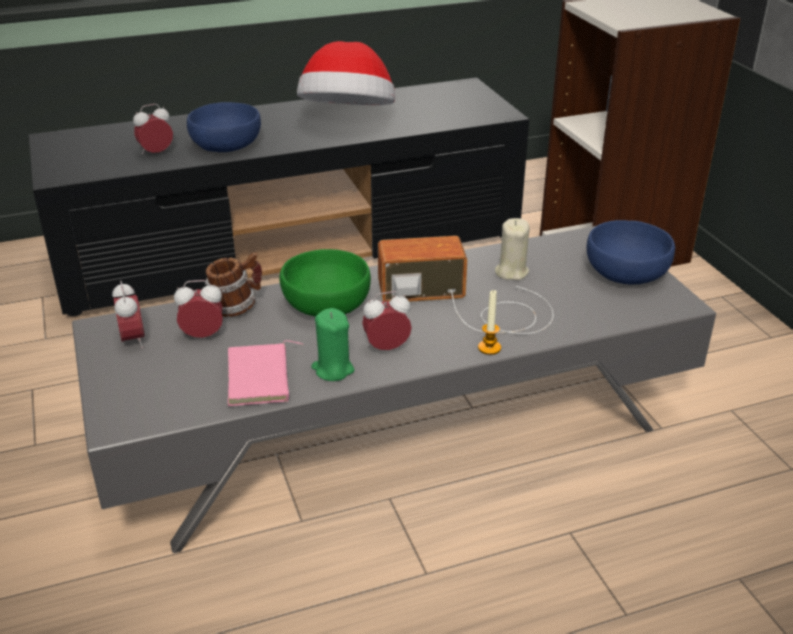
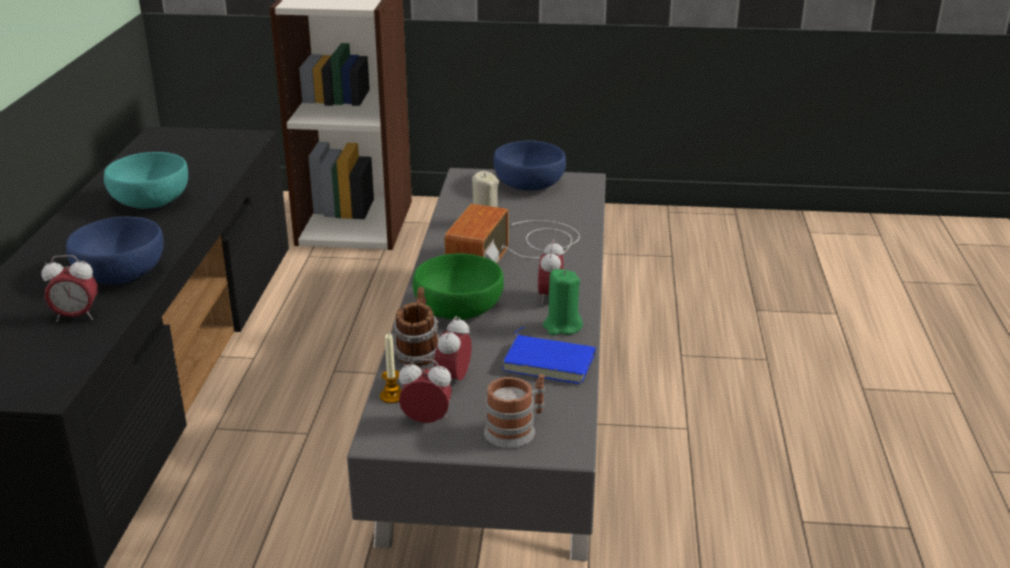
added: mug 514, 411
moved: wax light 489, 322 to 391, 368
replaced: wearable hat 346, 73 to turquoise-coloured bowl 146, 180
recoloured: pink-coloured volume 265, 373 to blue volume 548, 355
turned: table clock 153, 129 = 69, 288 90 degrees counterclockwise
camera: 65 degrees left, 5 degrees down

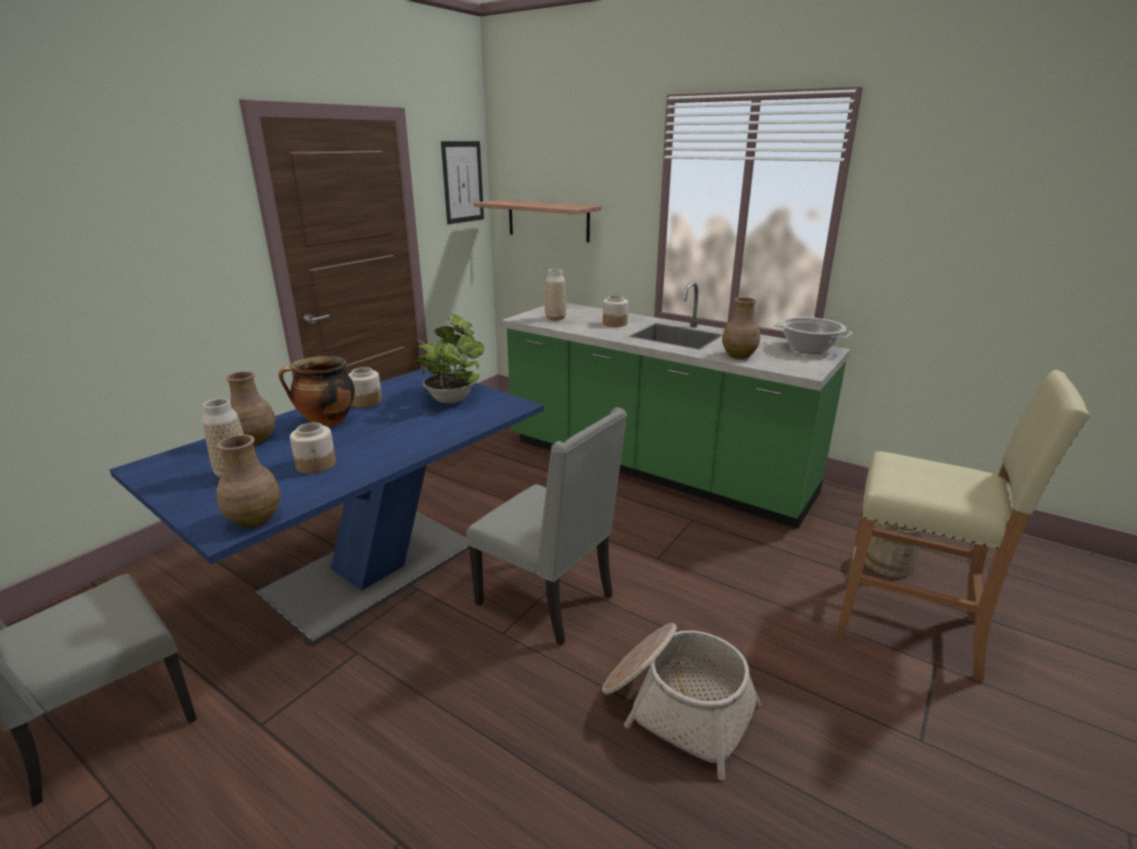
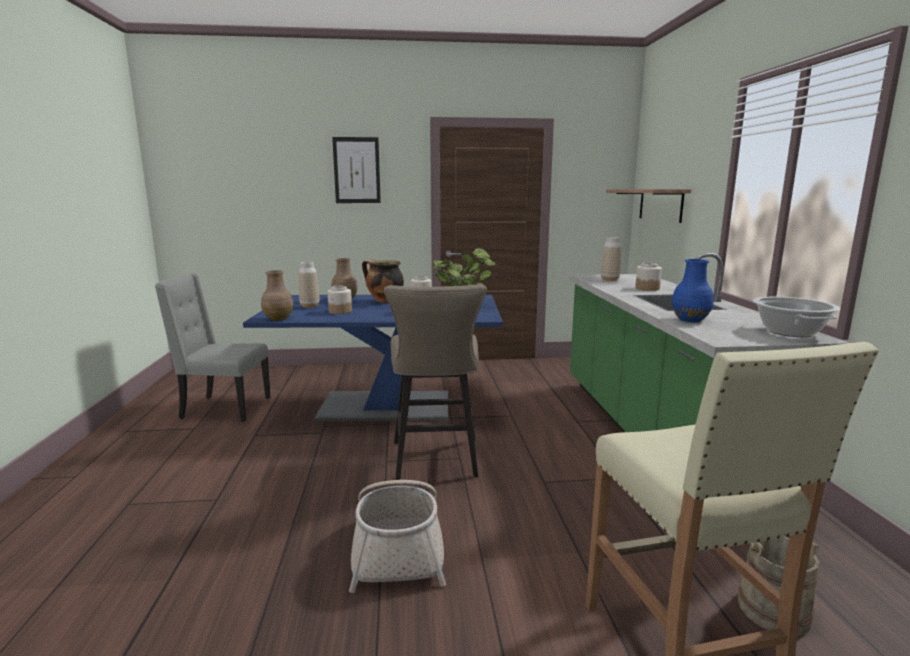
moved: picture 462, 182 to 356, 170
replaced: gray chair 547, 526 to beige stool seat 435, 382
recoloured: brownish flower vase 741, 328 to blue flower vase 692, 290
camera: 50 degrees right, 10 degrees down

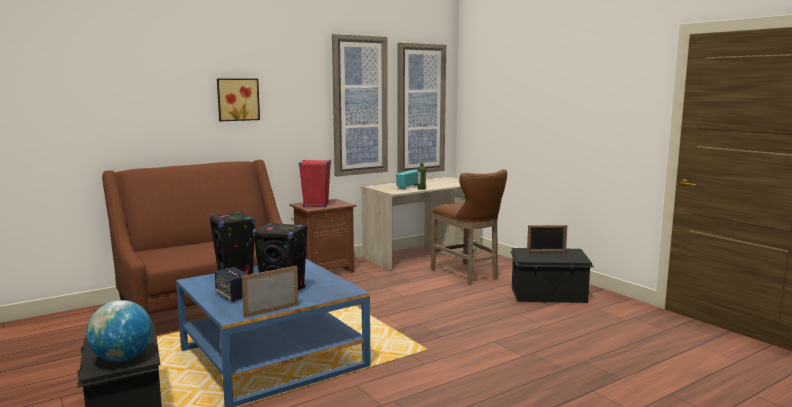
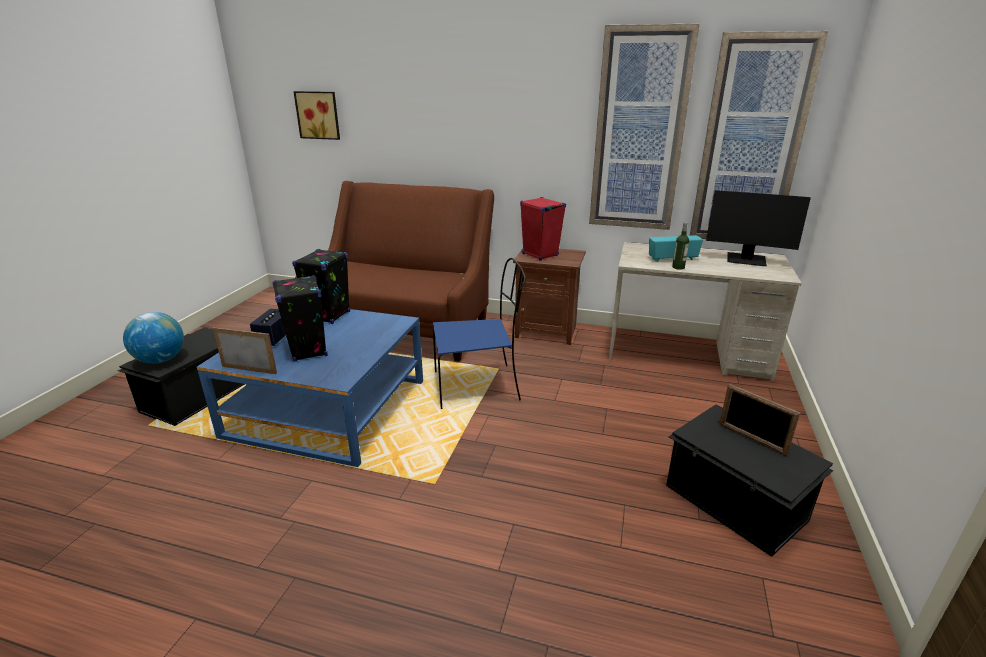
removed: brownish stool seat 469, 227
added: monitor 758, 228; blue chair 479, 333
moved: picture 238, 99 to 316, 115
camera: 50 degrees right, 15 degrees up

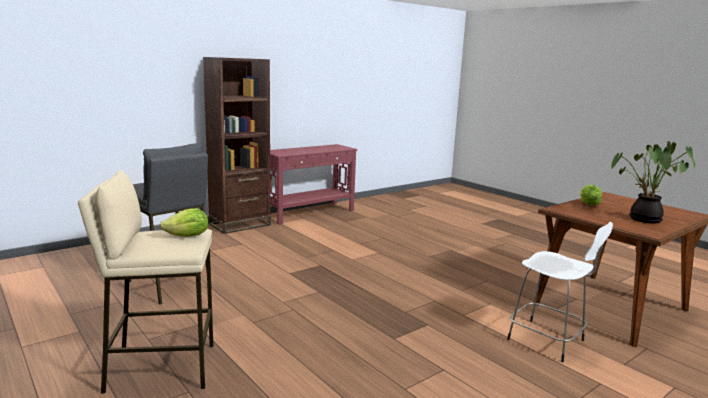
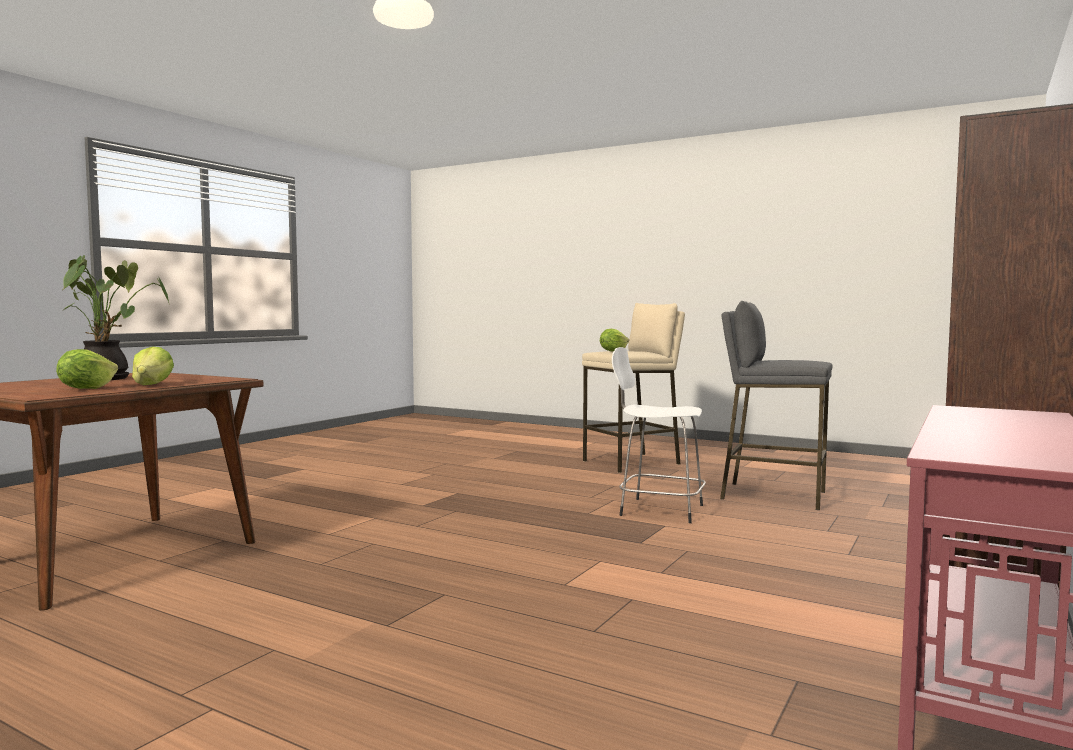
added: lettuce 87, 369
moved: white-coloured stool seat 560, 292 to 659, 435
camera: 160 degrees right, 10 degrees down

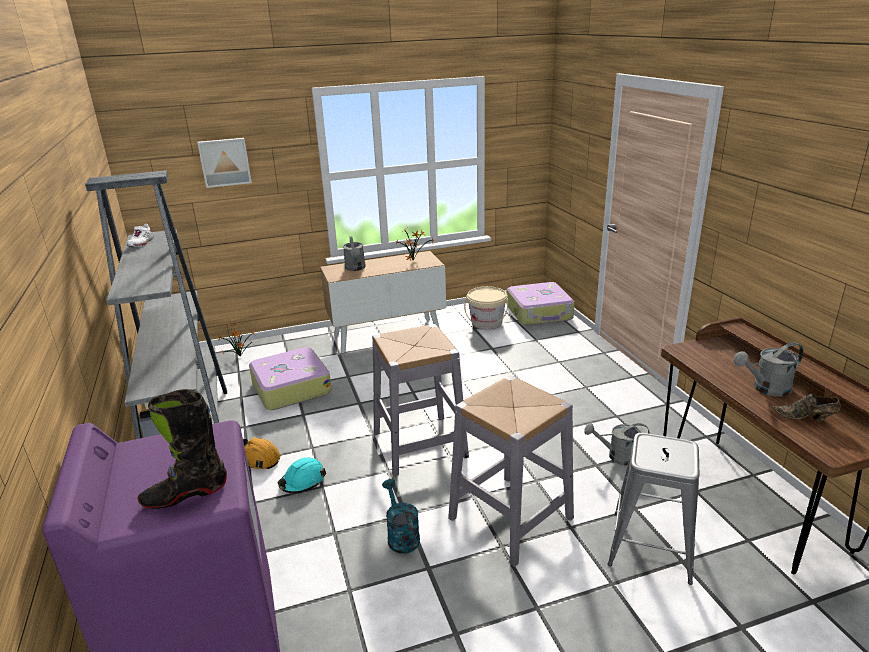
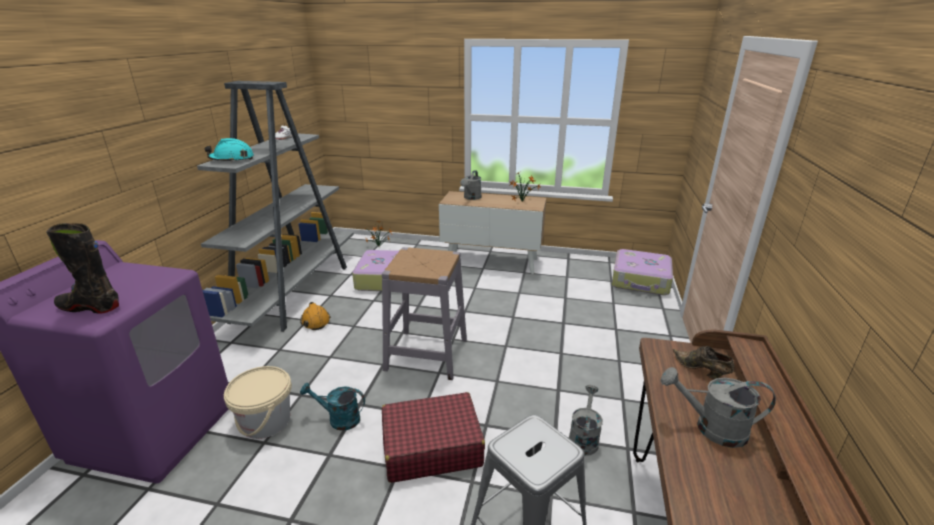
removed: picture 224, 163
moved: beige bucket 486, 307 to 258, 402; brownish item of footwear 807, 408 to 703, 362; turquoise-coloured safety helmet 302, 475 to 229, 150
replaced: gray stool seat 511, 471 to red-coloured suitcase 433, 437
turned: gray watering can 617, 444 = 586, 420 75 degrees clockwise; turquoise-coloured watering can 401, 516 = 332, 407 90 degrees counterclockwise
camera: 30 degrees right, 0 degrees up

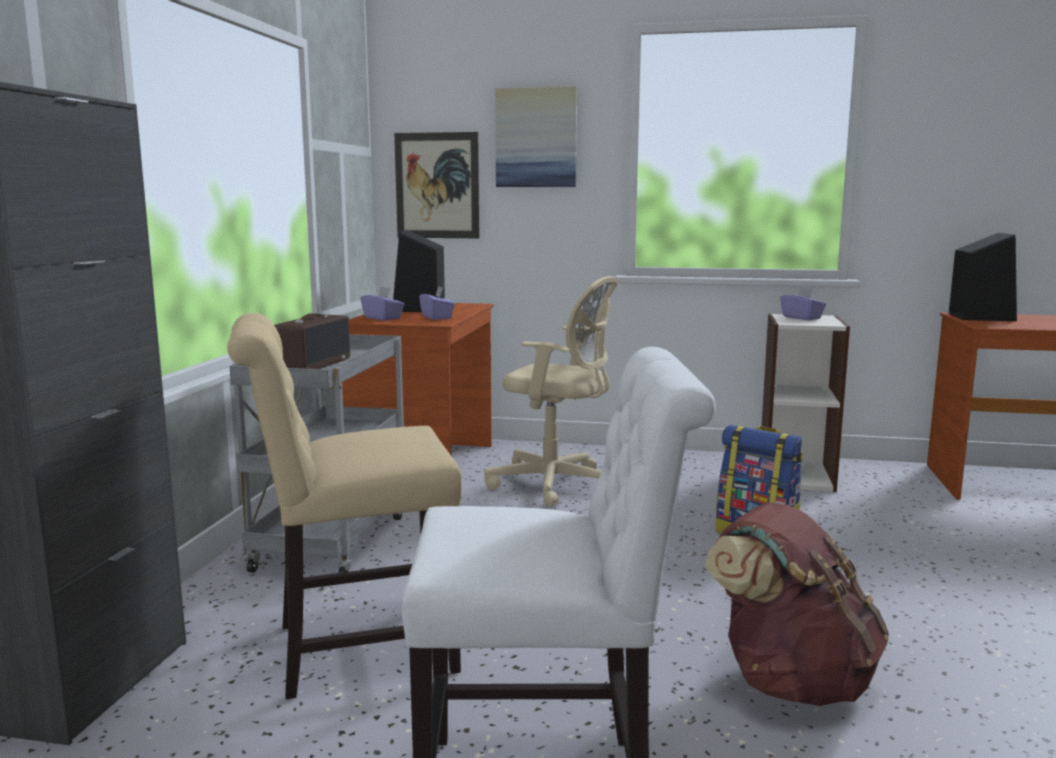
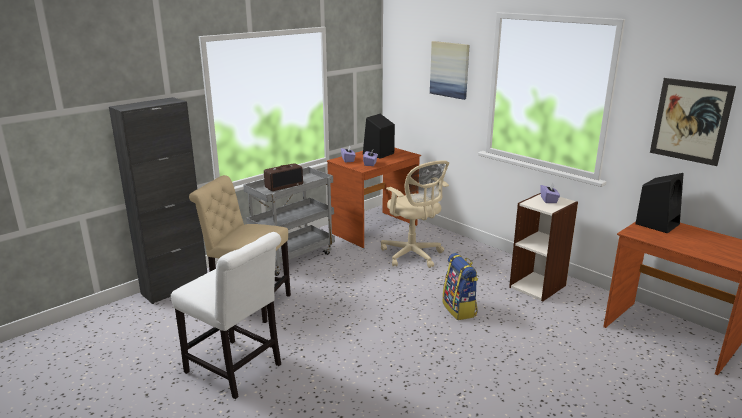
removed: brownish knapsack 797, 604
moved: picture 437, 185 to 693, 122
camera: 35 degrees right, 10 degrees up

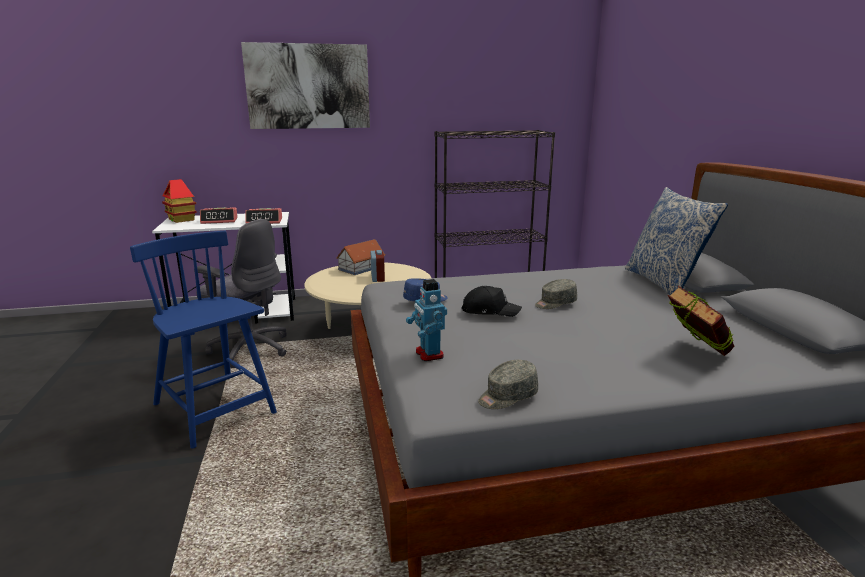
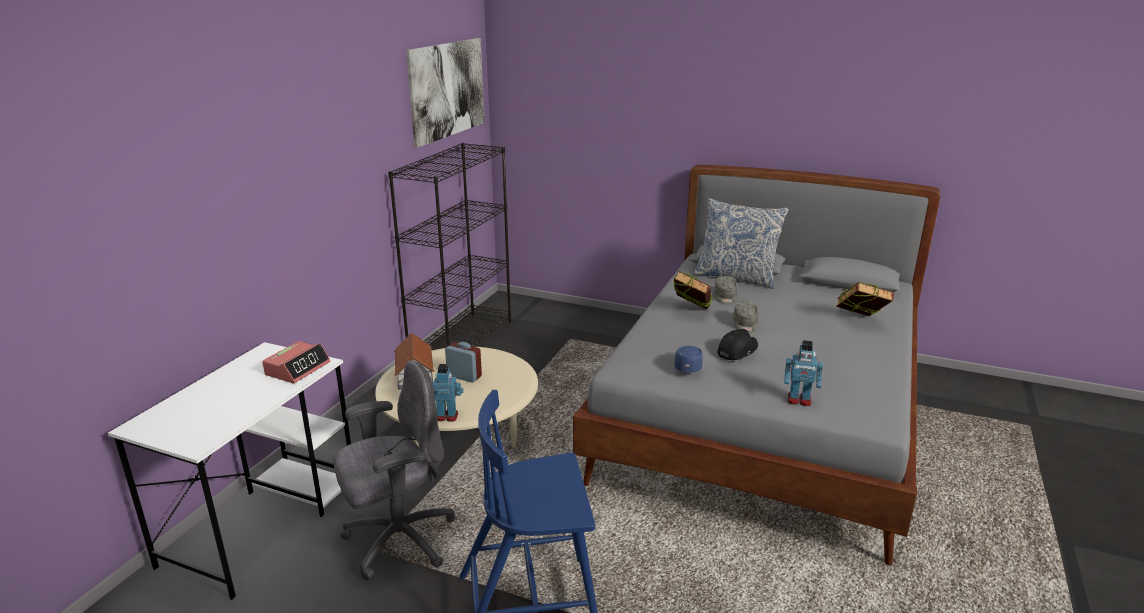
removed: toy house 179, 201; table clock 219, 215
added: volume 693, 290; toy robot 448, 393
moved: picture 305, 85 to 445, 93; gray baseball cap 508, 384 to 725, 290
camera: 55 degrees left, 5 degrees up

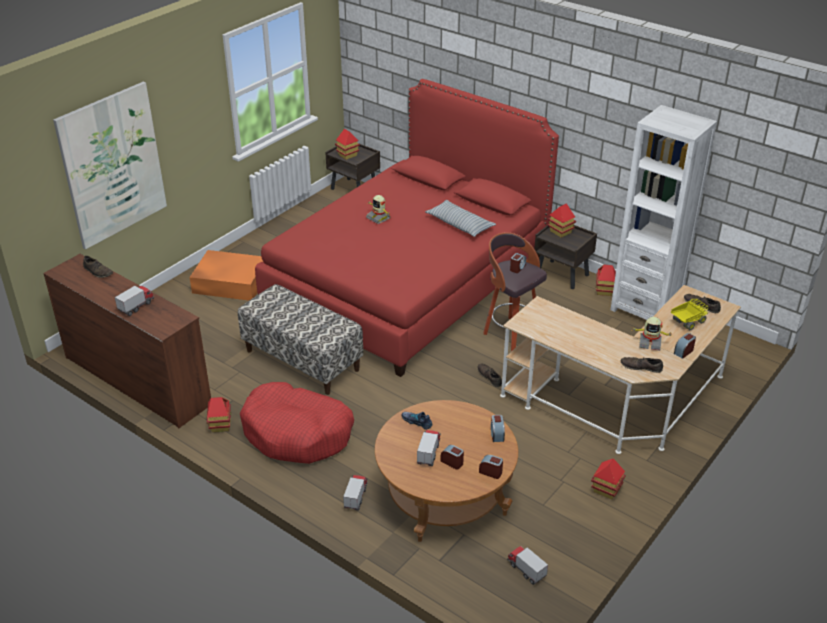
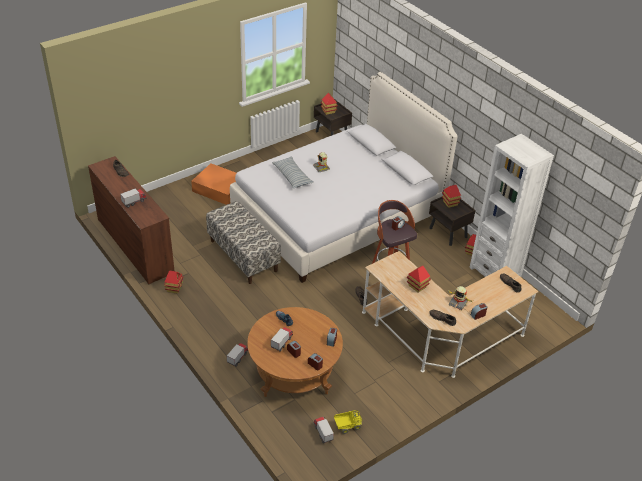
removed: picture 110, 165; red-coloured dog bed 297, 423
moved: throw pillow 460, 218 to 293, 172; toy lorry 689, 314 to 348, 422; toy house 608, 478 to 419, 279
recoloured: red-coloured sleeping bed 407, 228 to white-coloured sleeping bed 344, 177
camera: 15 degrees right, 5 degrees up

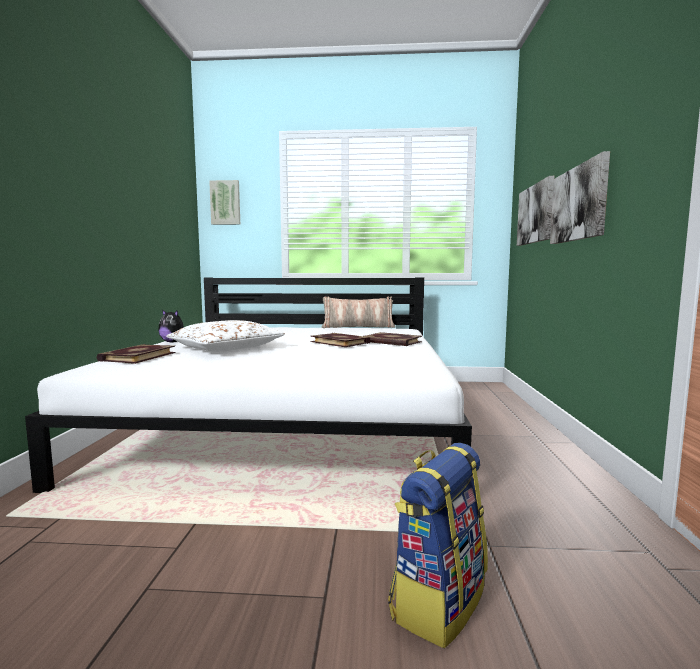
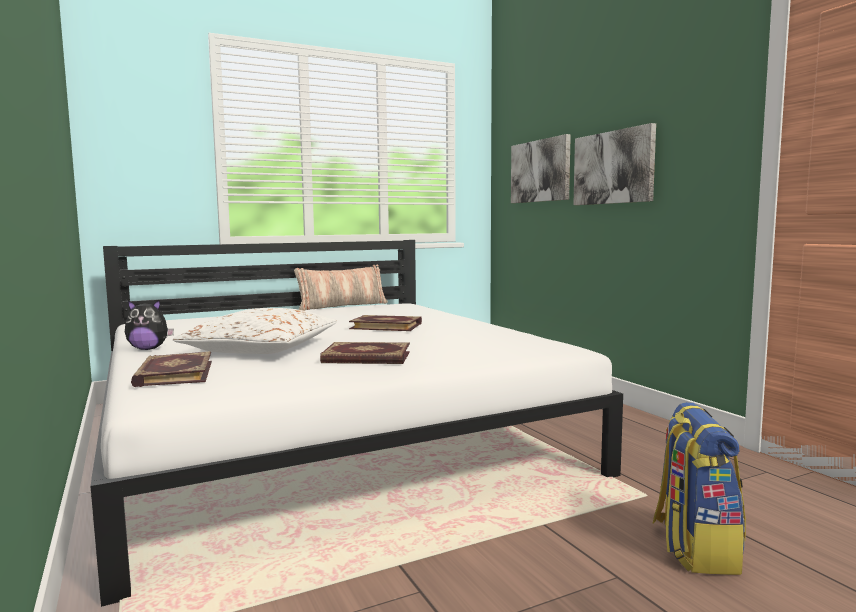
removed: picture 224, 202
moved: volume 393, 339 to 365, 353
camera: 30 degrees left, 0 degrees up

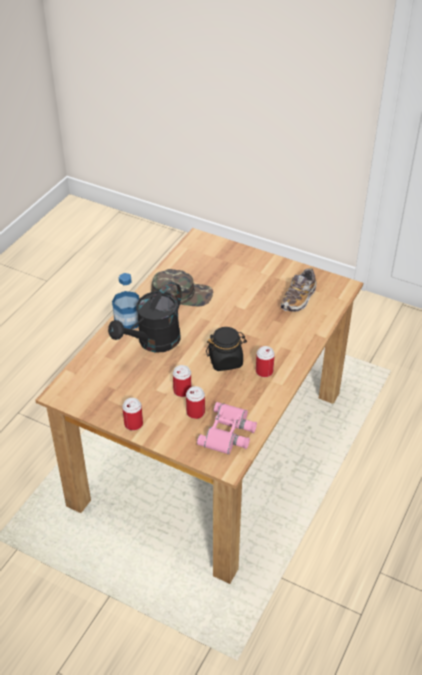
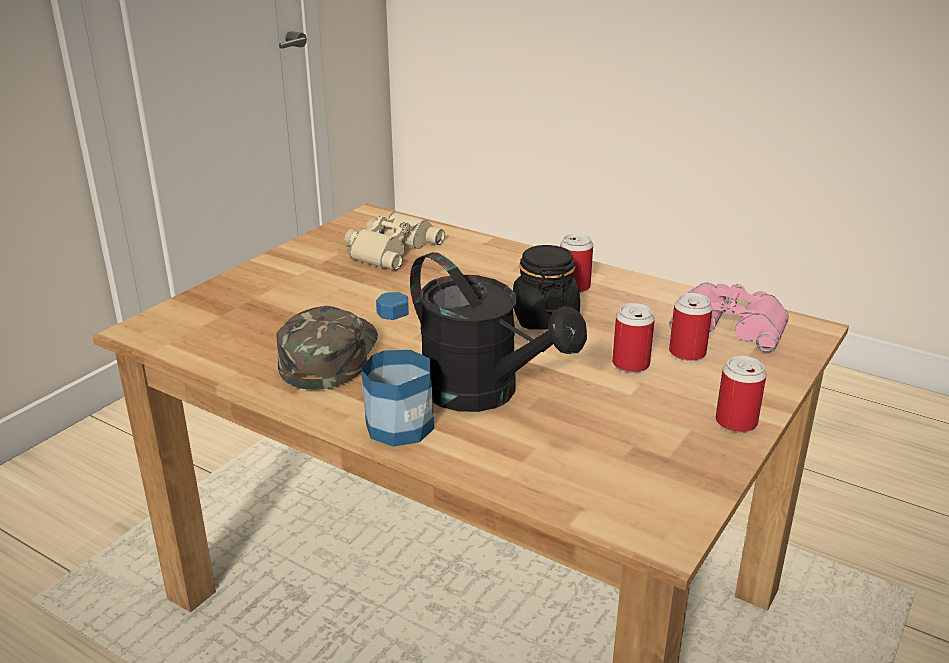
replaced: item of footwear 298, 290 to beige field glasses 394, 241
camera: 85 degrees left, 15 degrees down

